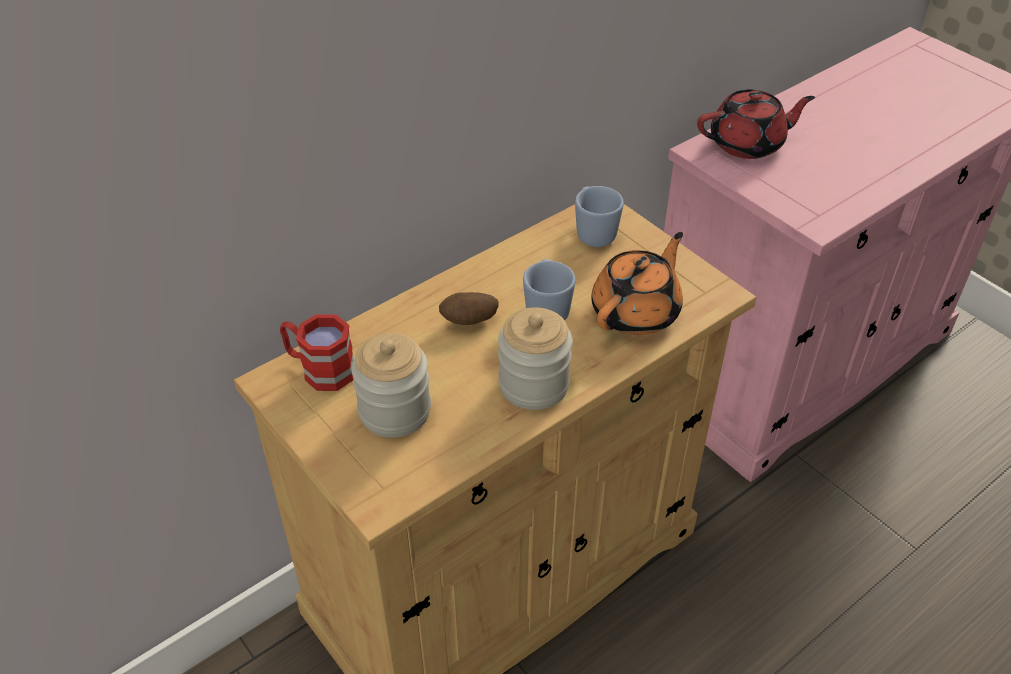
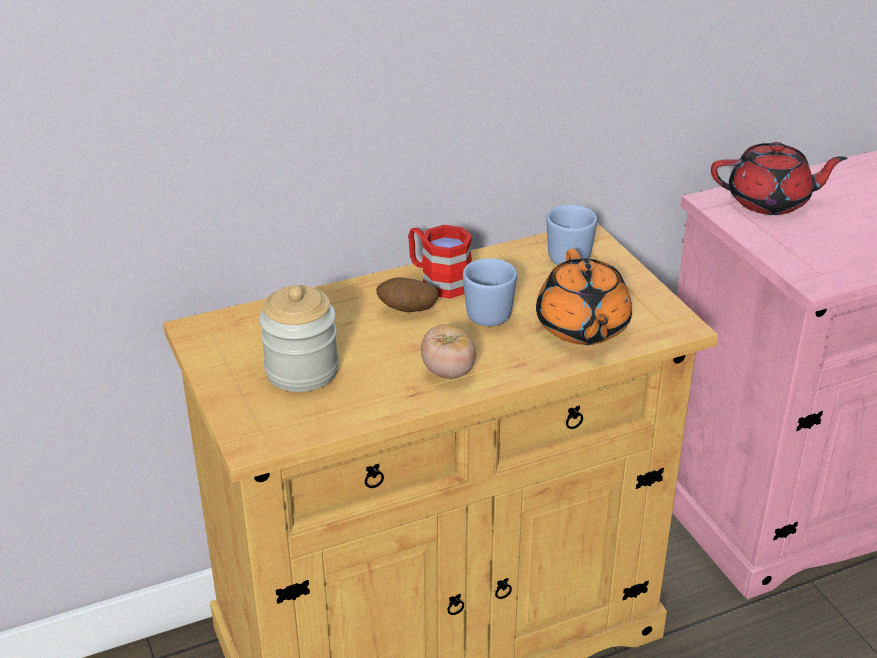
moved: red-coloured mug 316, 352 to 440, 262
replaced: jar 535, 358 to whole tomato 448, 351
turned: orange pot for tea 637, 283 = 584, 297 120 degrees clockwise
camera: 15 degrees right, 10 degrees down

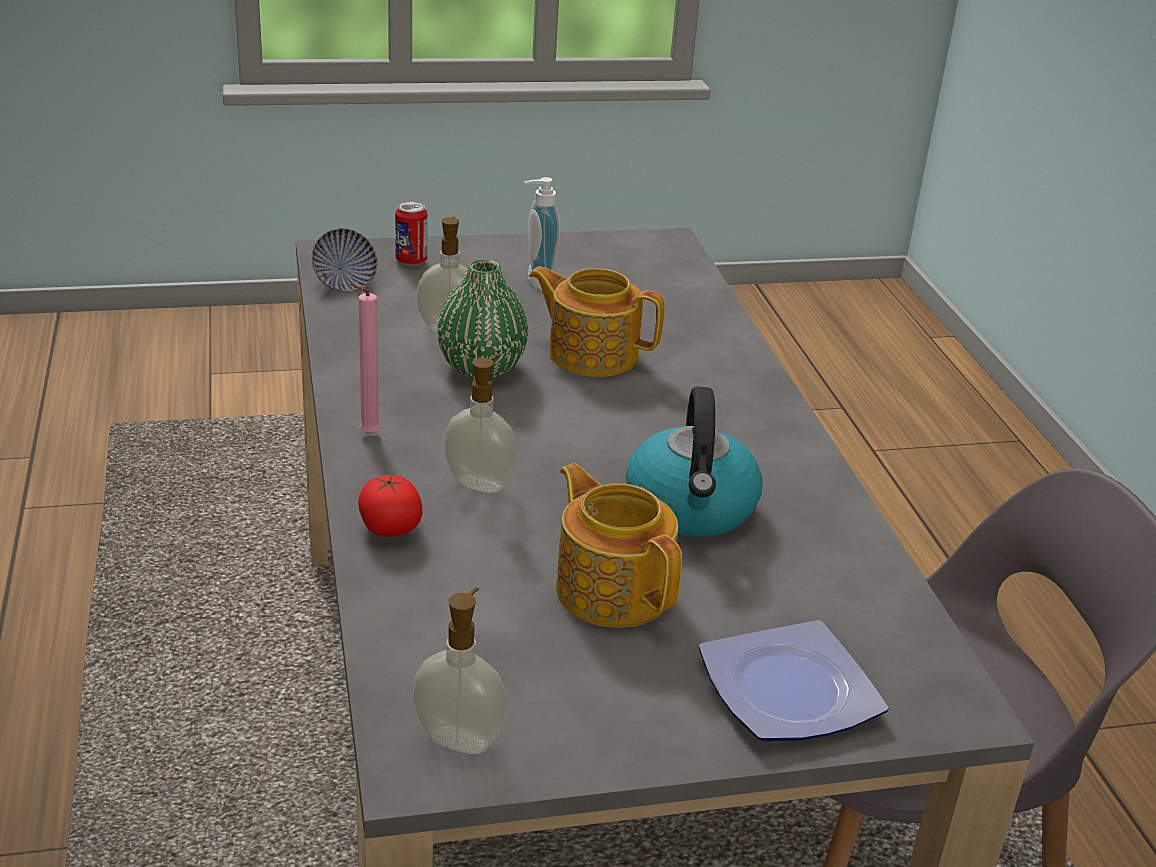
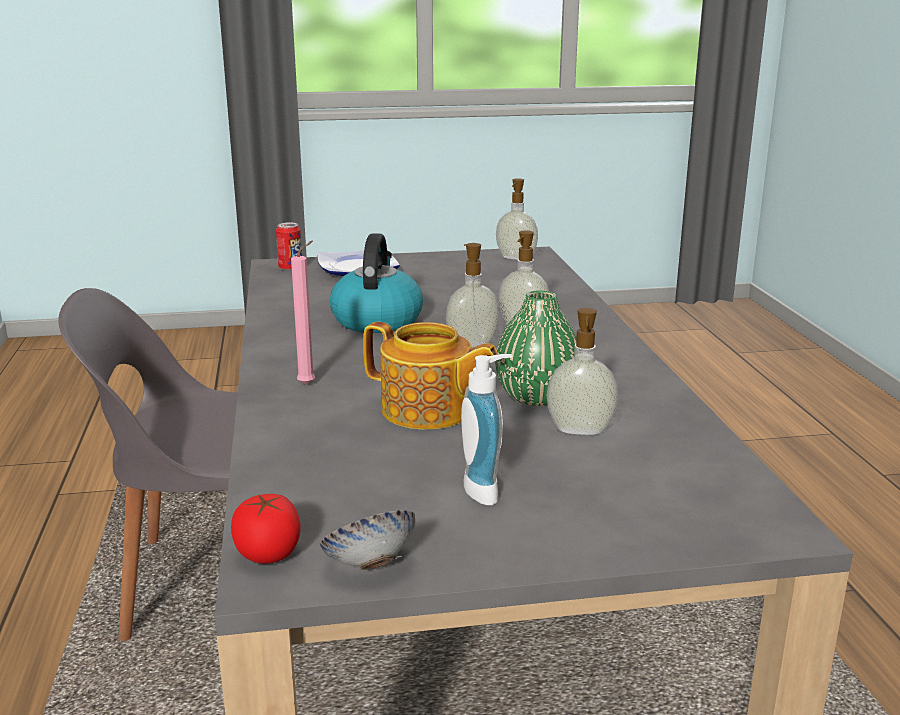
removed: pot for tea 619, 545
added: soap dispenser 473, 295
moved: can 411, 233 to 289, 247; bowl 345, 260 to 367, 540; pink-coloured wax light 365, 359 to 303, 313; whole tomato 390, 505 to 266, 529
camera: 175 degrees left, 10 degrees down

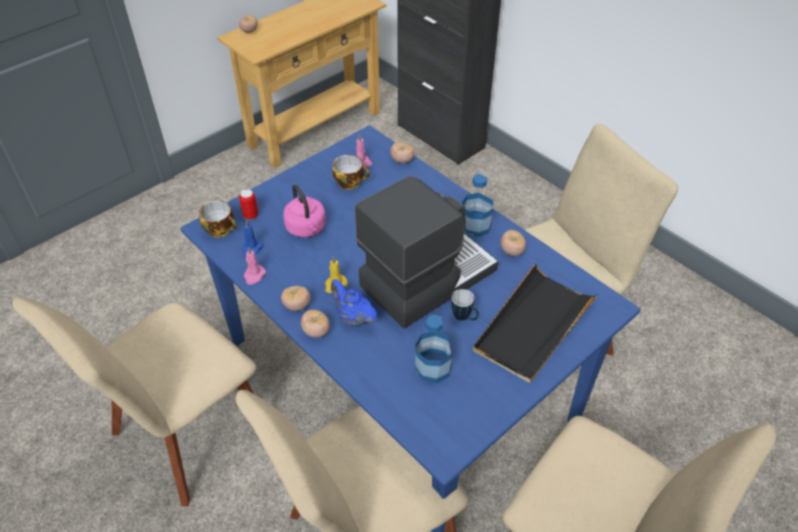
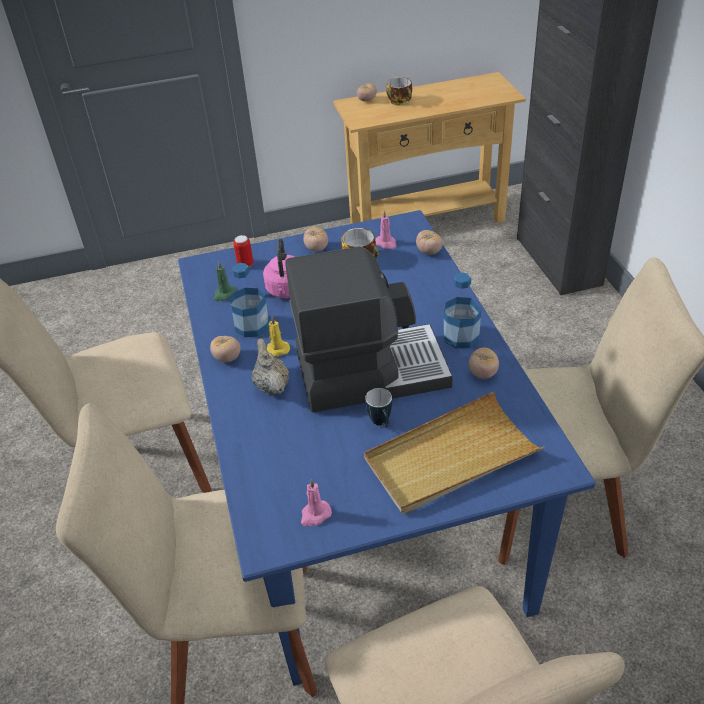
moved: cup 218, 219 to 399, 91; pink-coloured wax light 255, 266 to 316, 502; whole tomato 315, 324 to 315, 239; beverage bottle 433, 348 to 249, 300
recoloured: blue wax light 252, 238 to green wax light 225, 281; black-coloured carrying tray 536, 323 to beige carrying tray 454, 452; blue pot for tea 354, 302 to beige pot for tea 270, 366
camera: 30 degrees right, 5 degrees down

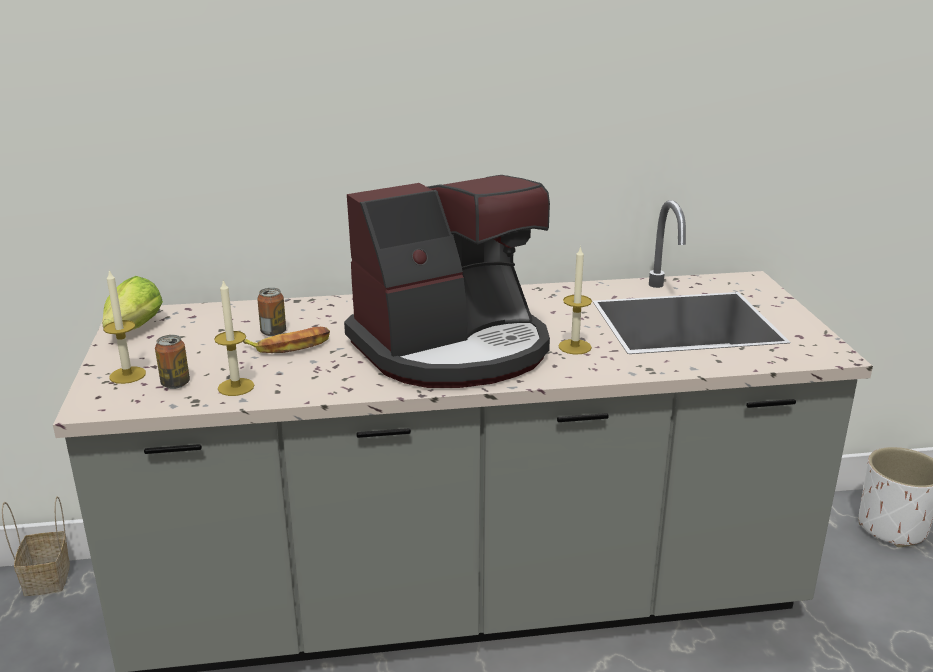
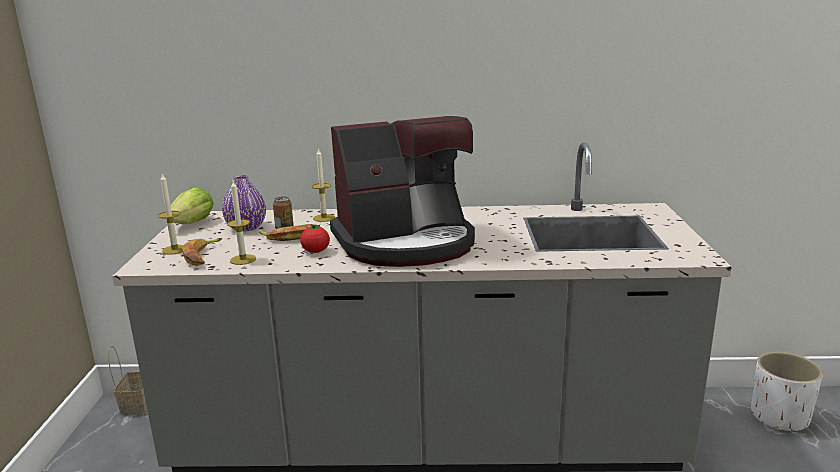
added: purple flower vase 244, 203; whole tomato 315, 238
moved: wax light 575, 300 to 323, 185
replaced: can 172, 362 to banana 203, 252
camera: 10 degrees right, 5 degrees down

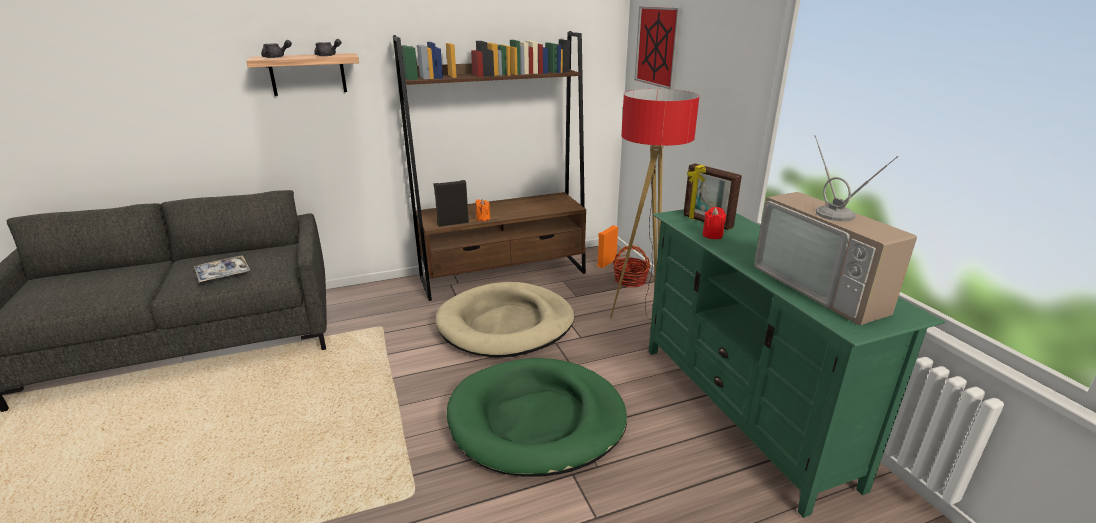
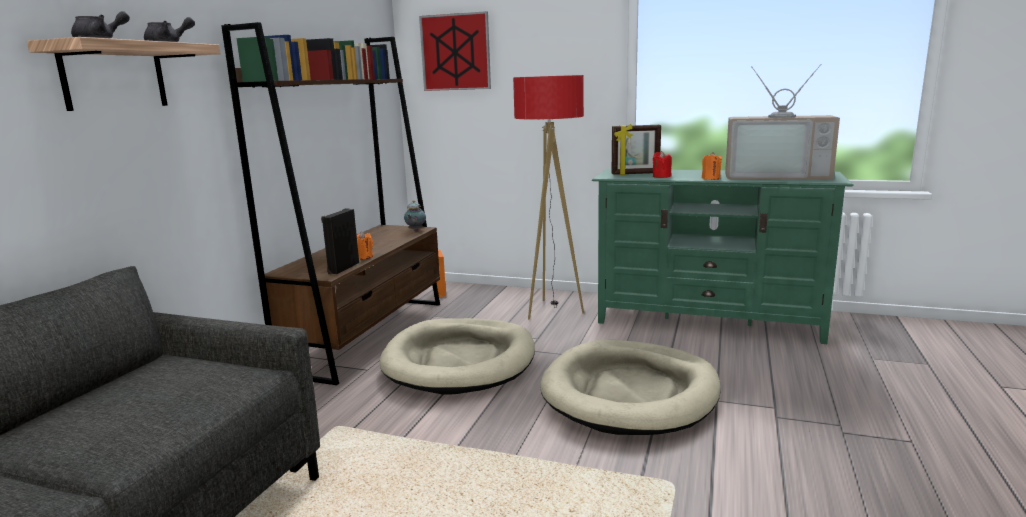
removed: storage basket 631, 266; carrying tray 222, 268
added: orange wax light 712, 166; pot for tea 415, 215
recoloured: green dog bed 537, 417 to beige dog bed 630, 387
camera: 50 degrees left, 10 degrees down

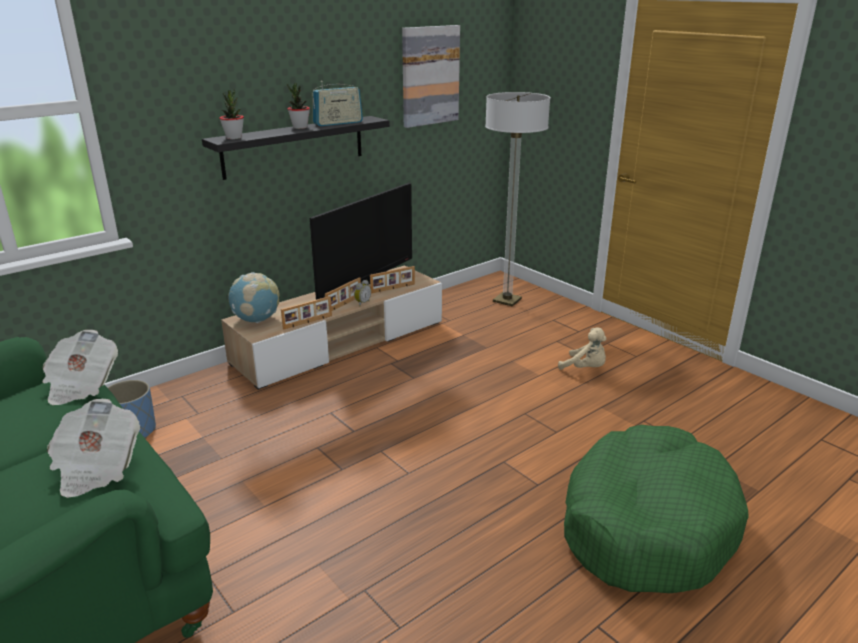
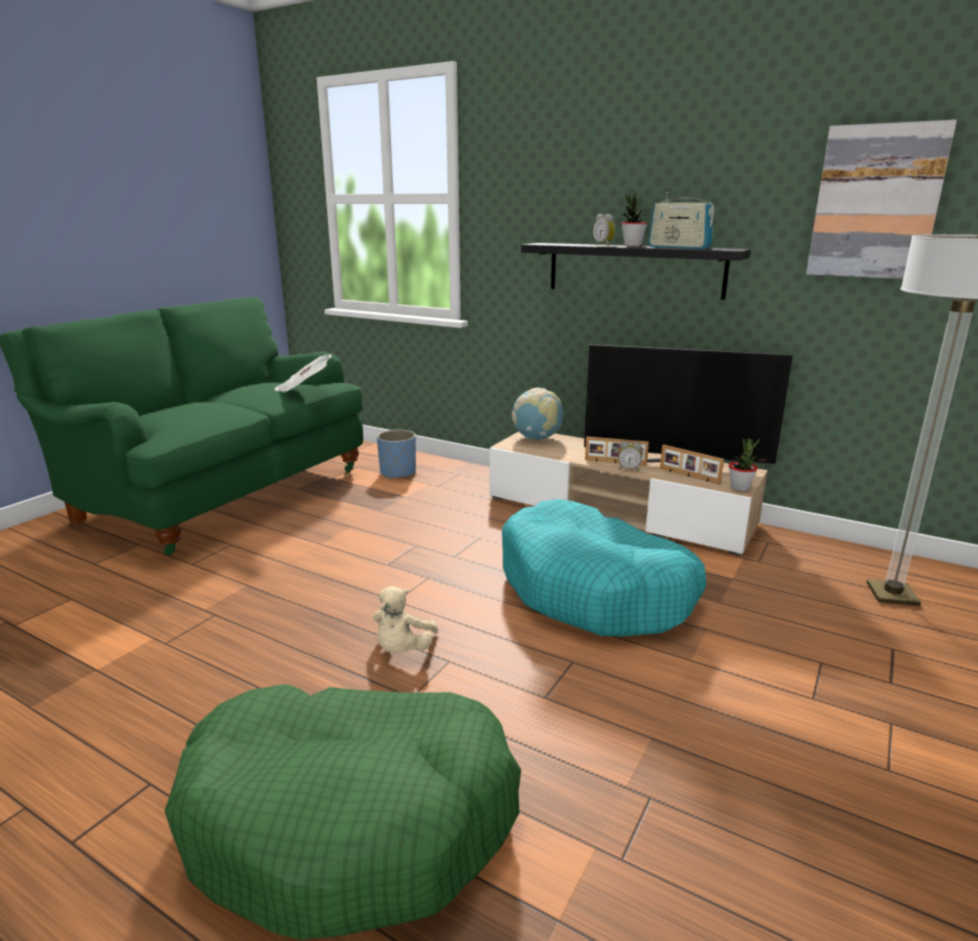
removed: photo frame 306, 313; daily paper 93, 448
added: table clock 604, 230; turquoise-coloured dog bed 604, 567
moved: potted plant 231, 114 to 744, 464; beige plush toy 582, 348 to 405, 619
camera: 70 degrees right, 5 degrees down

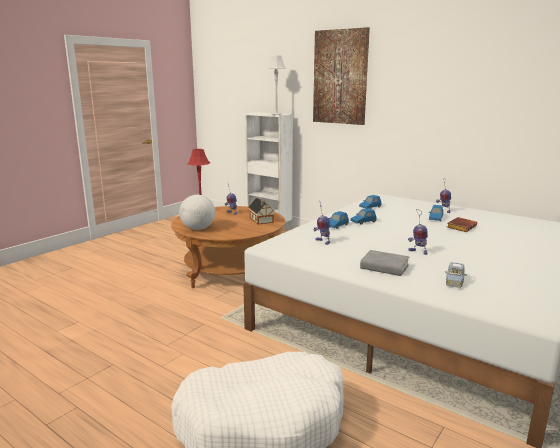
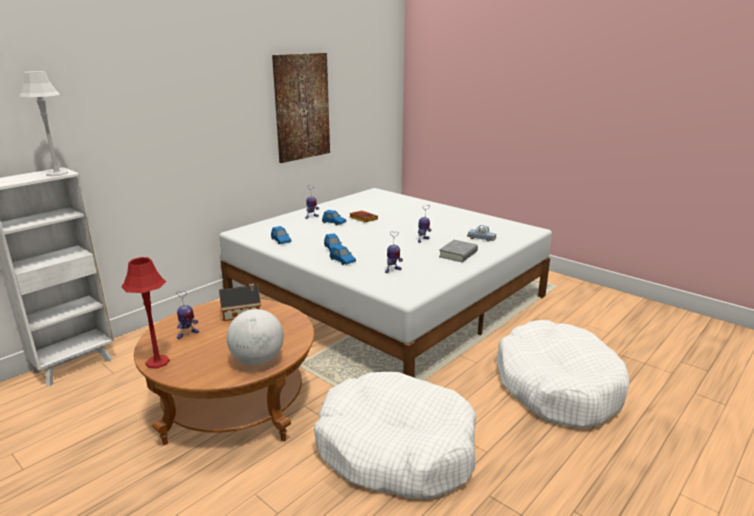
added: white-coloured dog bed 395, 435
moved: picture 341, 76 to 301, 108
camera: 85 degrees left, 5 degrees up

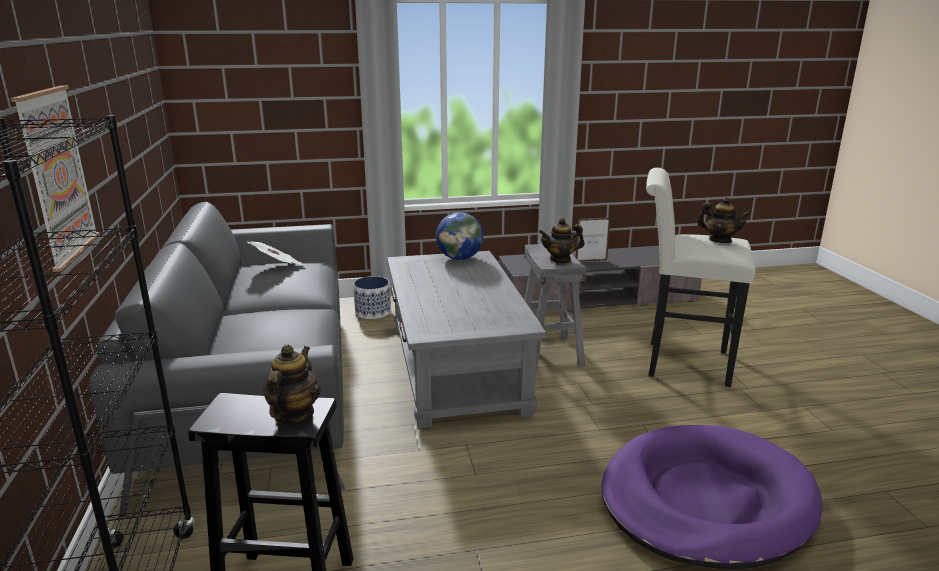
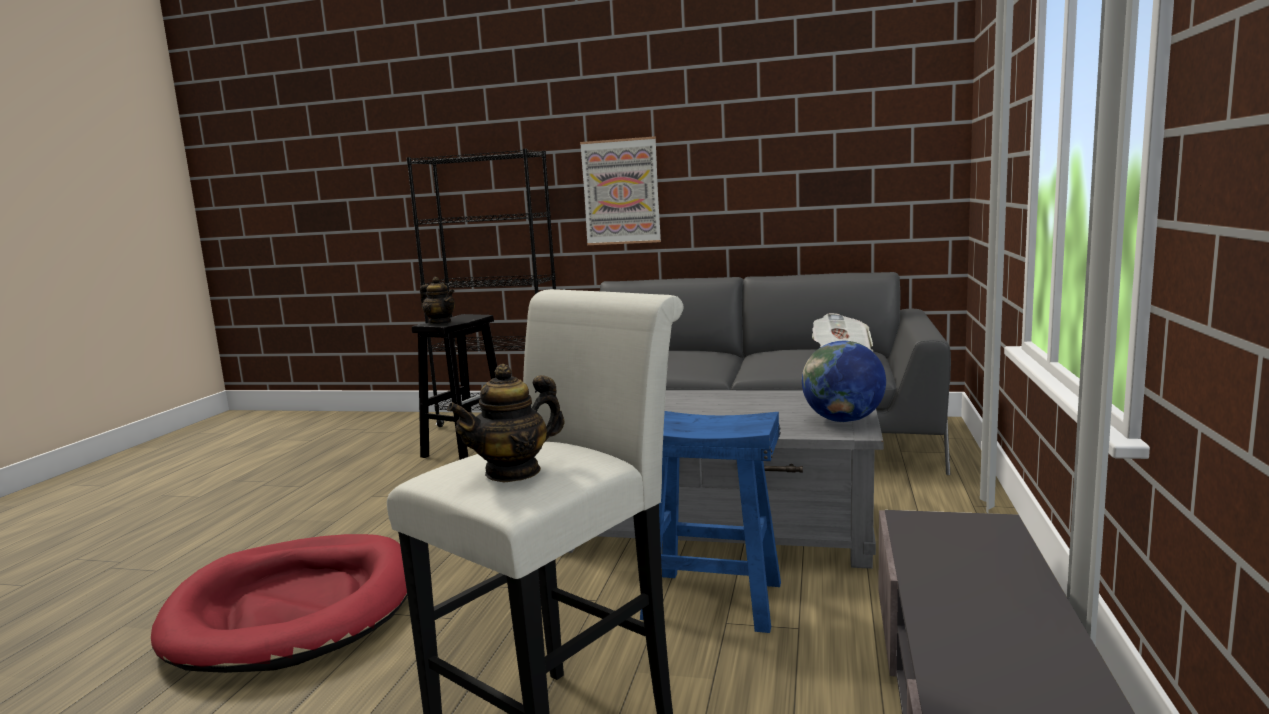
removed: photo frame 593, 239; pot for tea 562, 240; planter 372, 297
recoloured: gray stool seat 555, 307 to blue stool seat 710, 522; purple dog bed 712, 497 to red-coloured dog bed 279, 603
camera: 115 degrees right, 10 degrees down

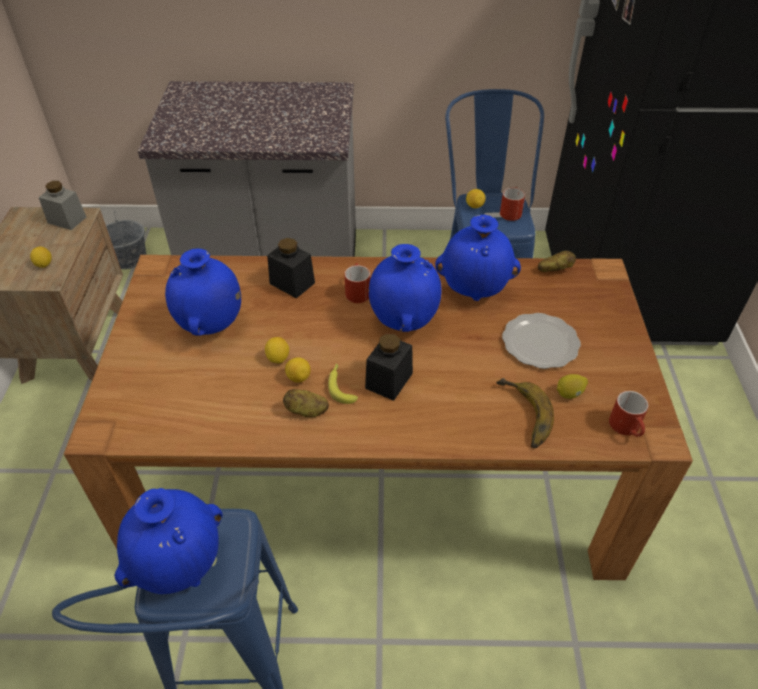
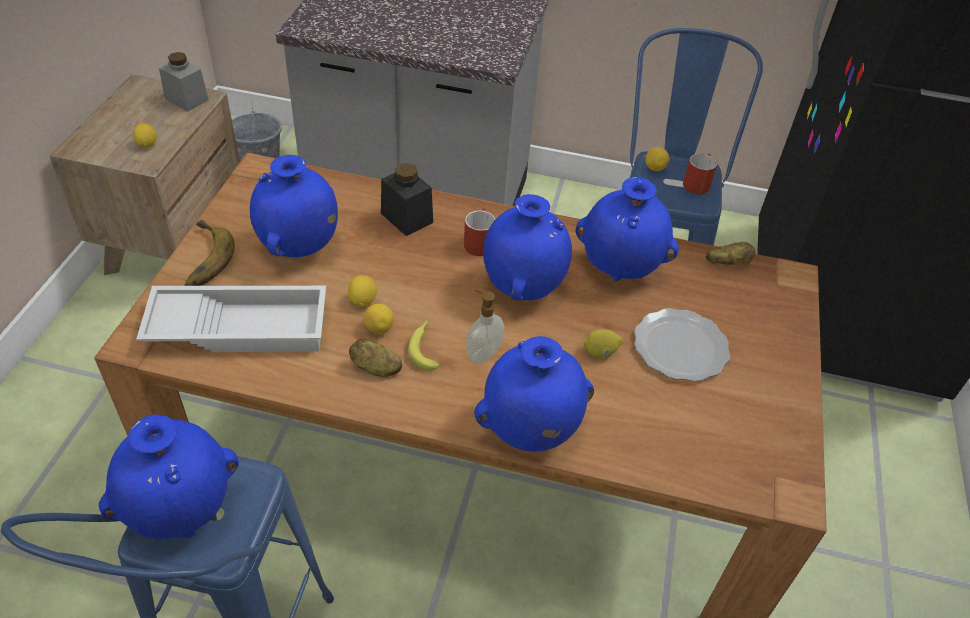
removed: red-coloured mug 629, 414
added: white-coloured carrying tray 231, 319; blue flower vase 534, 394
moved: lemon 572, 386 to 603, 343; banana 525, 413 to 210, 253
replaced: black-coloured jar 389, 367 to soap dispenser 485, 327
camera: 10 degrees right, 0 degrees up

